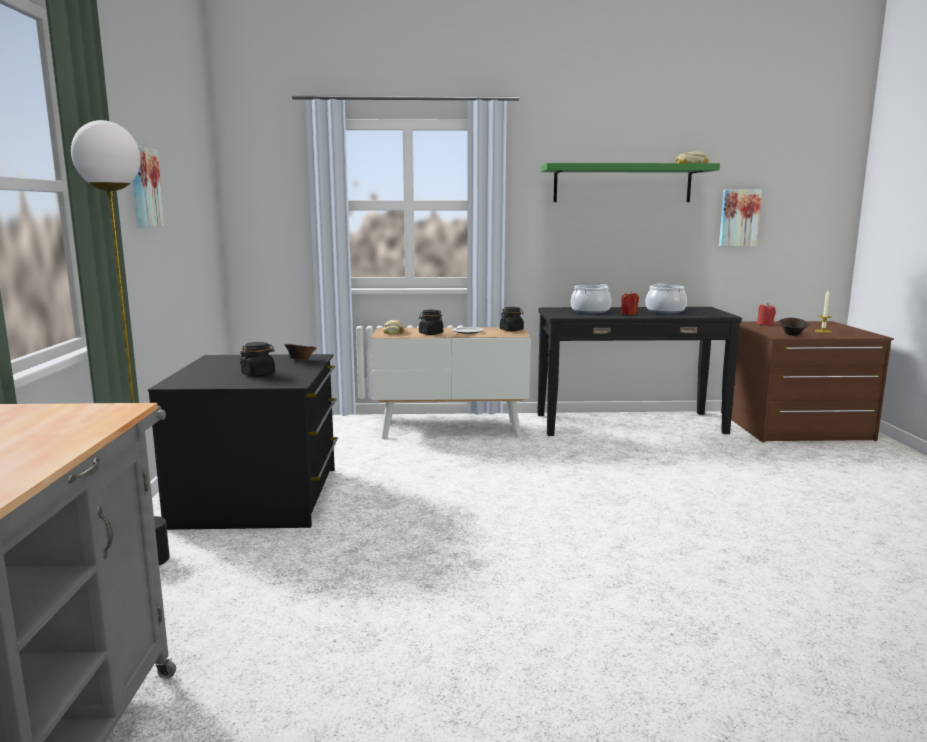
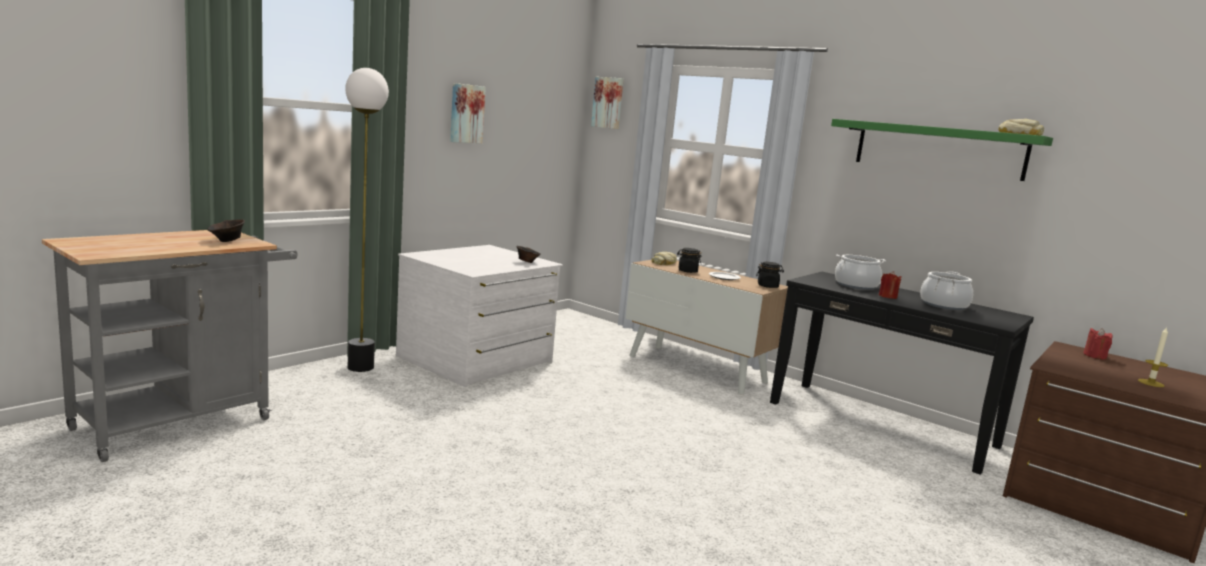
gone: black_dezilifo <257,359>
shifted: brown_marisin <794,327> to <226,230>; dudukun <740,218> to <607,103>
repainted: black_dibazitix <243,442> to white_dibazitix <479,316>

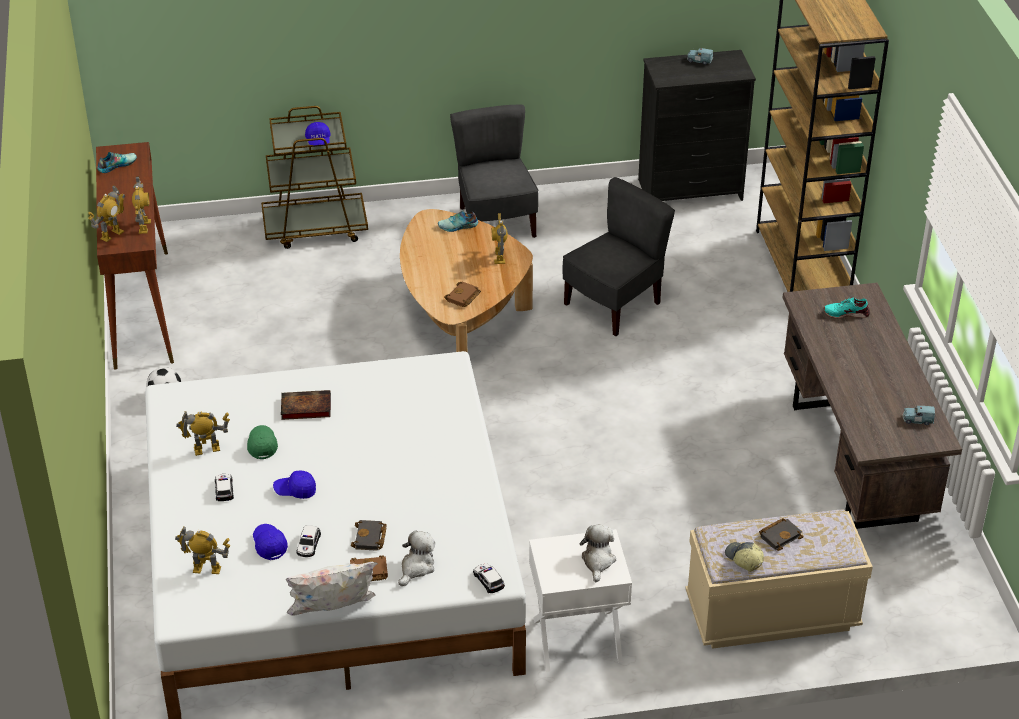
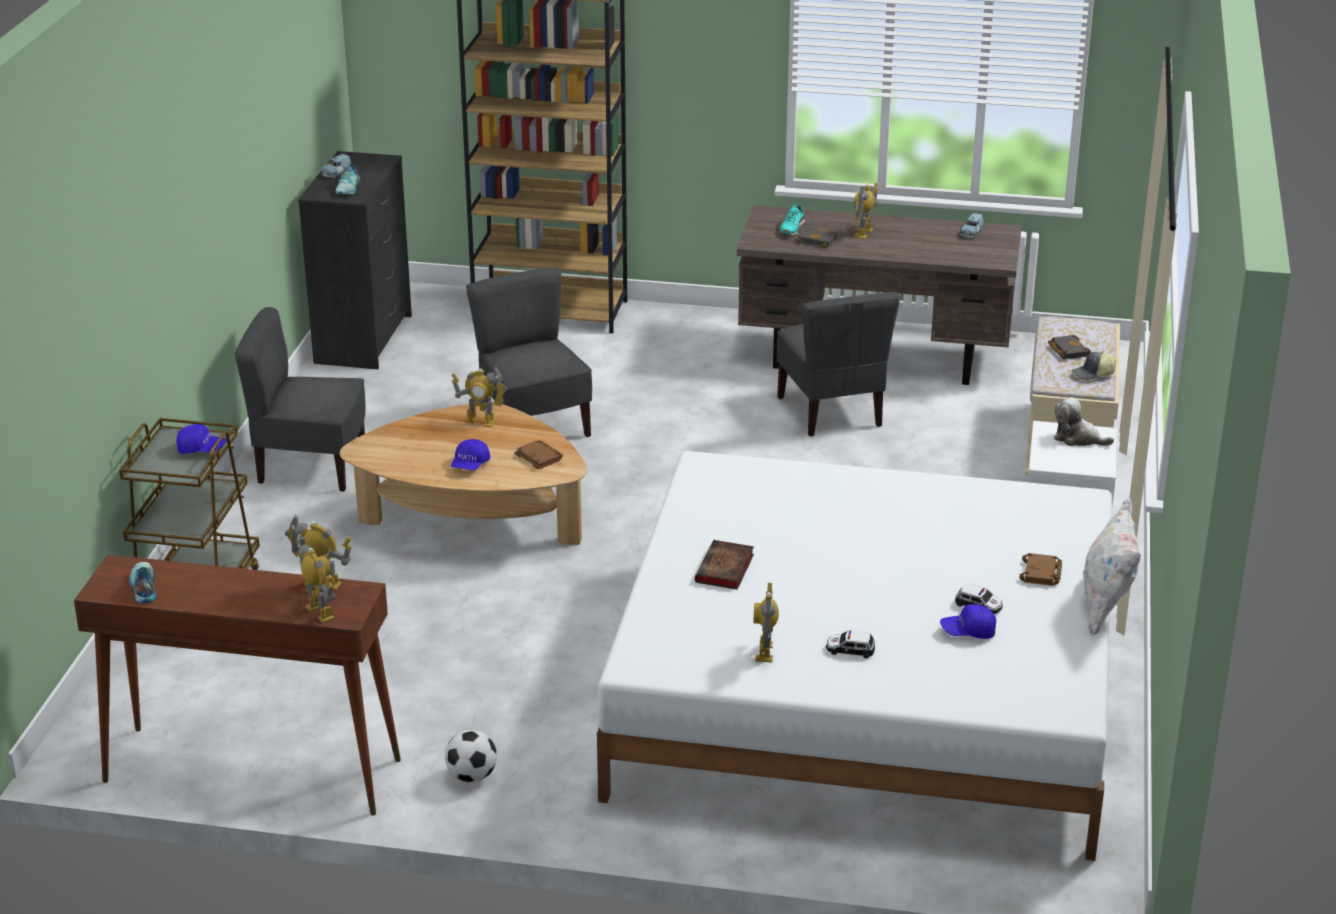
gone: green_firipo <262,442>; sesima <416,558>; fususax <489,578>
new: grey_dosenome <838,364>
shifted: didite <458,221> to <347,179>; blue_firipo <294,484> to <470,454>; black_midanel <369,535> to <817,237>; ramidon <203,550> to <866,211>

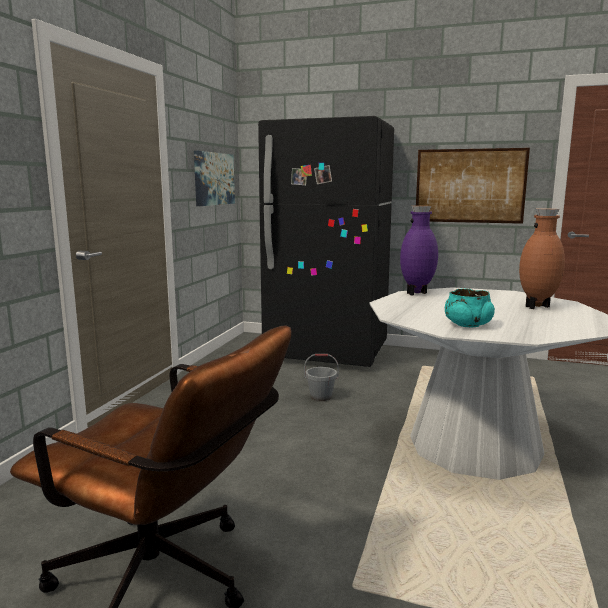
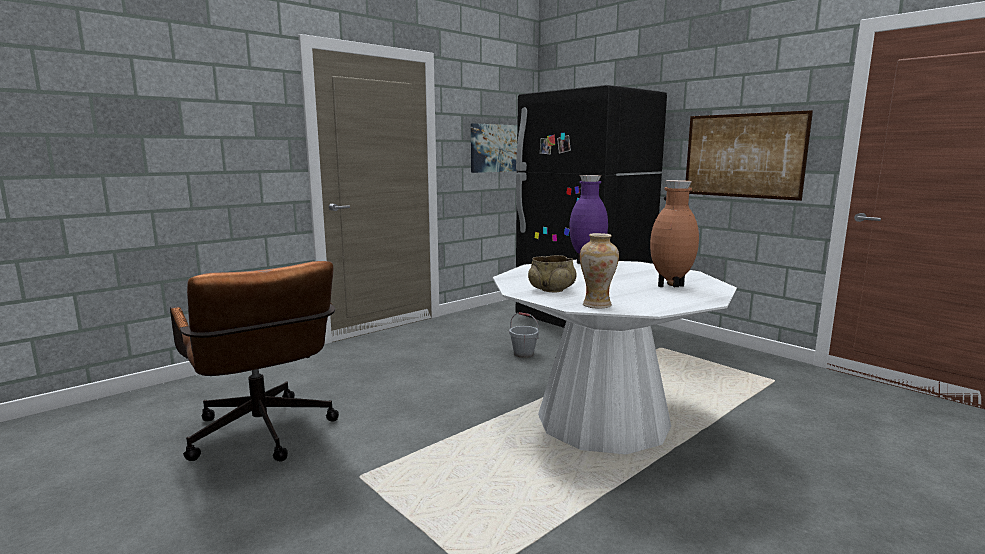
new: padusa <599,271>
repainted: turquoise_marisin <470,307> to beige_marisin <552,273>

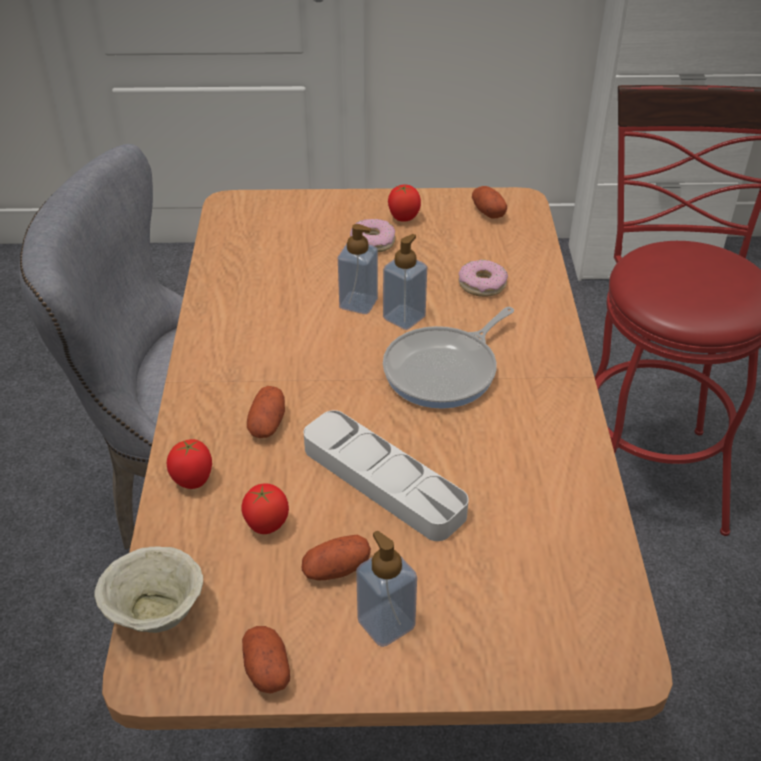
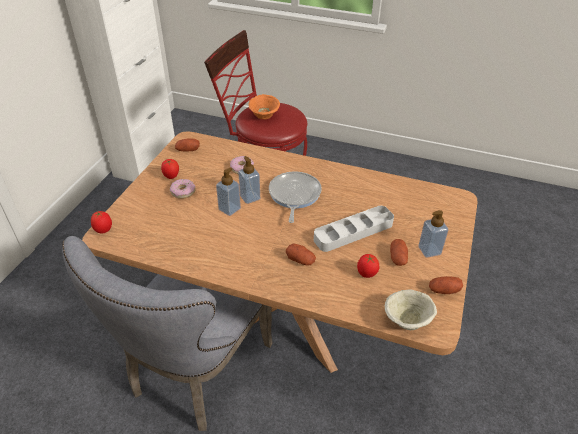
new: orange_marisin <264,107>
shifted: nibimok <189,464> to <101,222>
rotated: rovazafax <448,358> = <295,197> 150 degrees counterclockwise

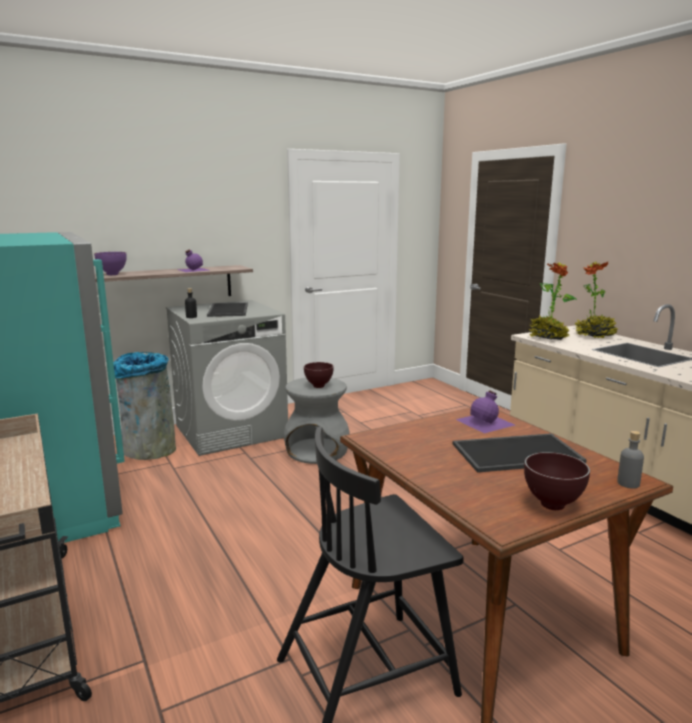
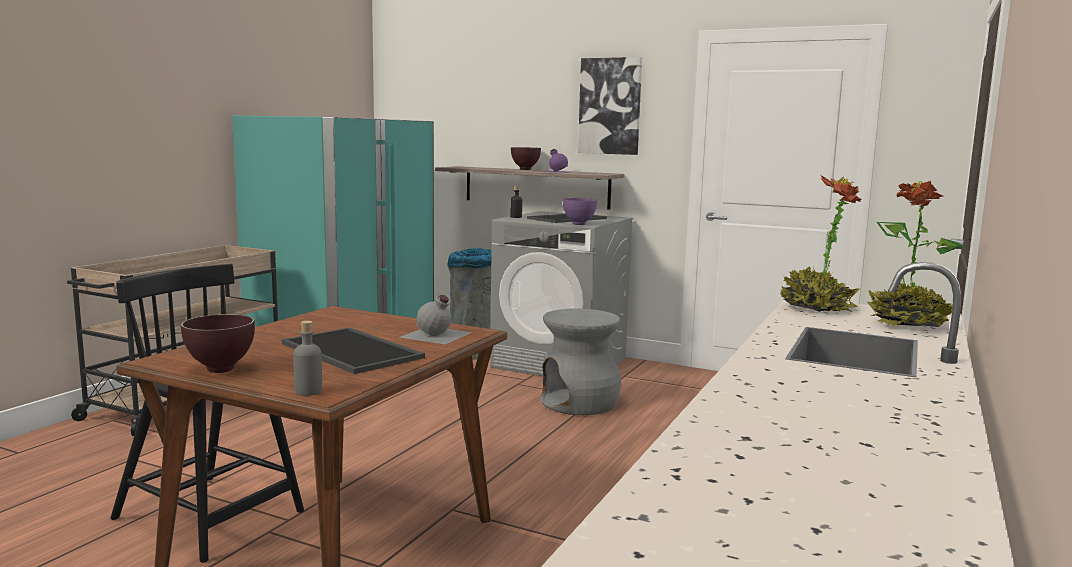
new: dudukun <610,106>
shifted: brown_marisin <319,375> to <526,158>; purple_marisin <110,263> to <580,211>
repainted: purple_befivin <485,411> to grey_befivin <436,319>

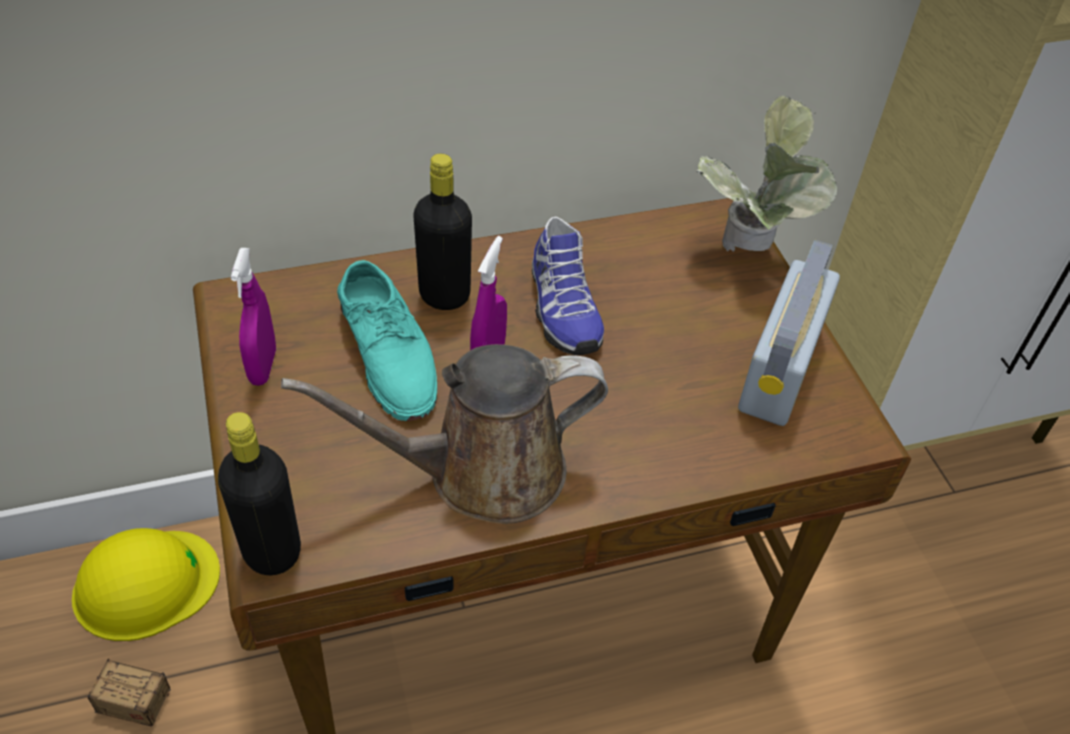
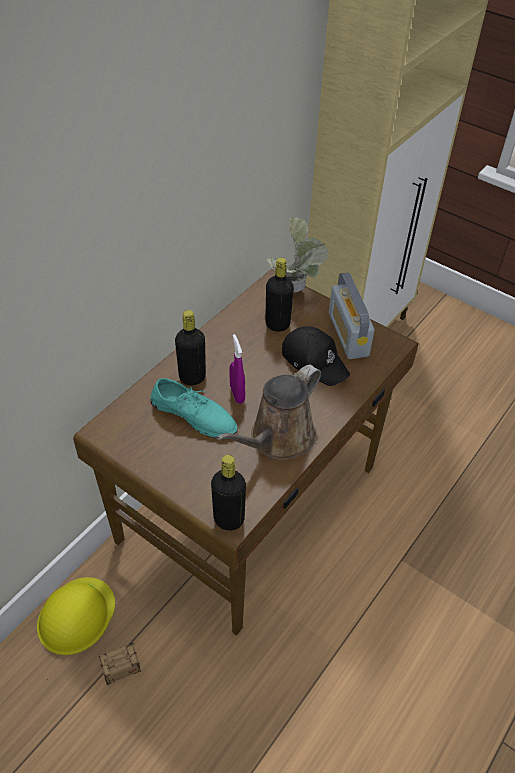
gone: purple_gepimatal <253,317>; didite <568,286>
new: black_befivin <279,295>; black_firipo <316,356>

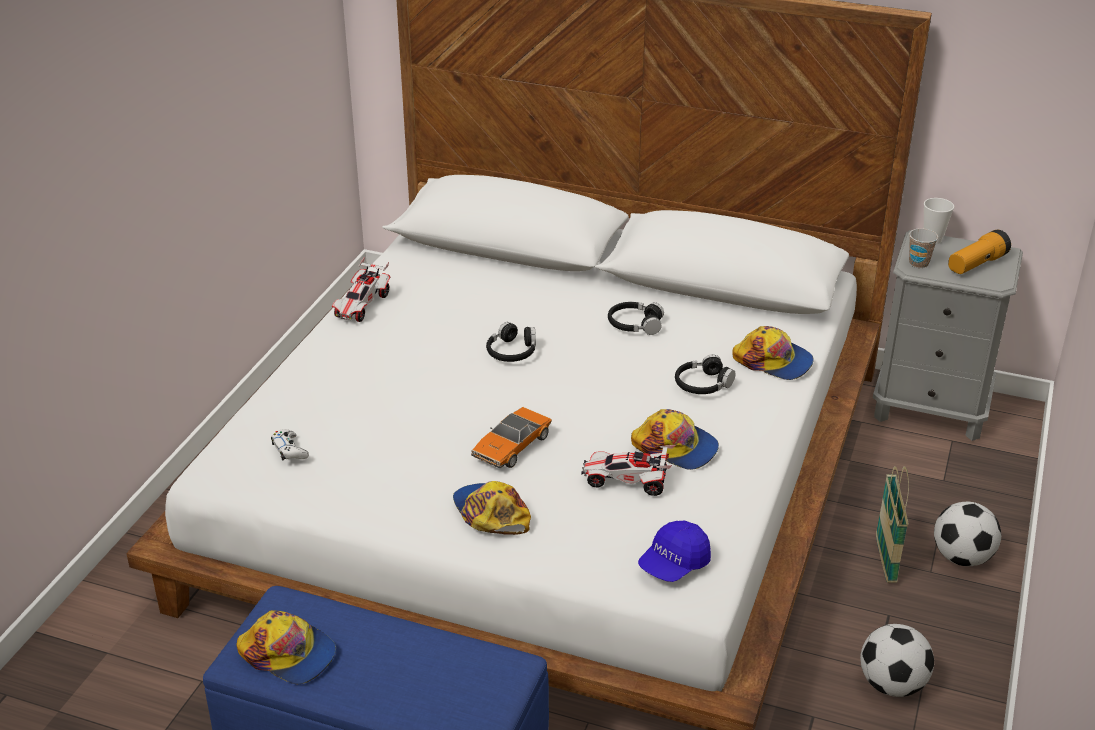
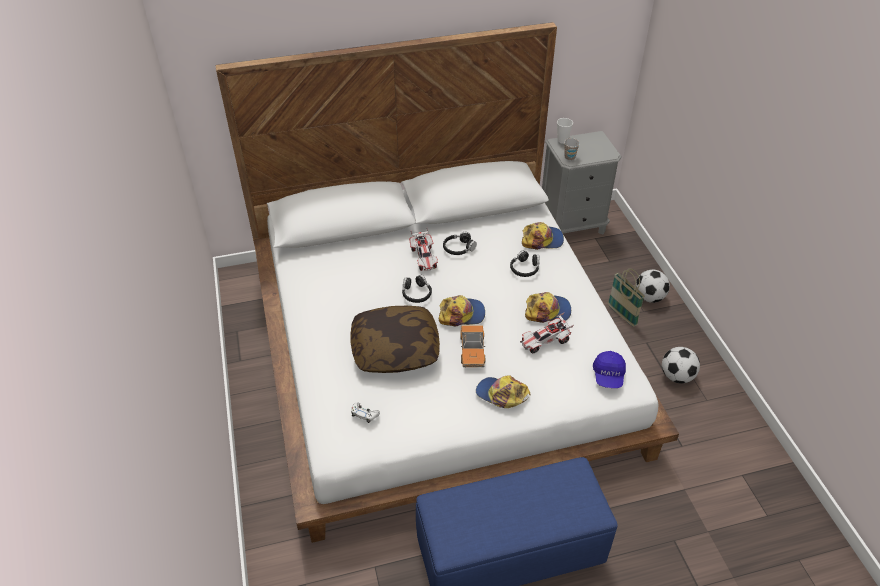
gone: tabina <979,252>
new: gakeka <395,339>
shifted: fususax <361,289> to <423,250>; firipo <286,647> to <461,310>

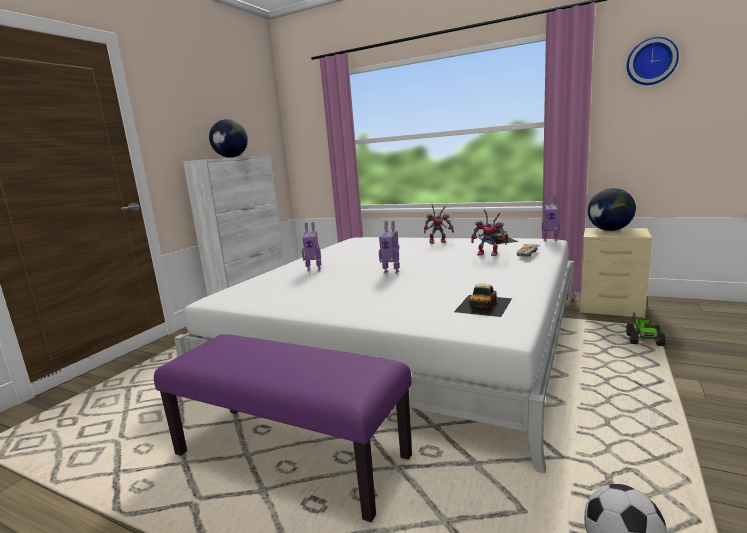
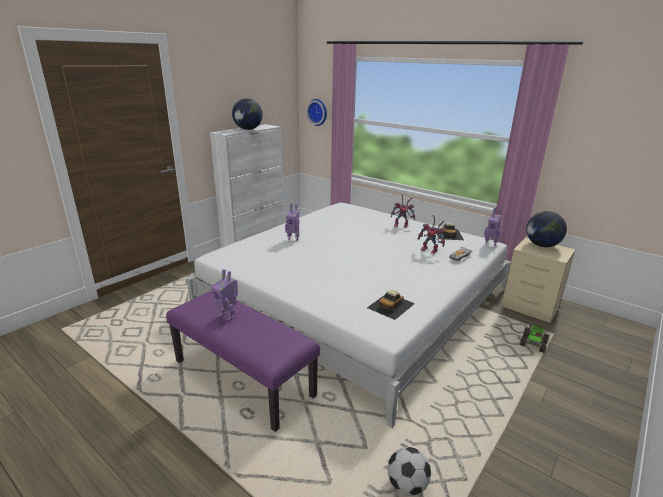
shifted: ramidon <389,247> to <224,294>; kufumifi <653,61> to <316,112>

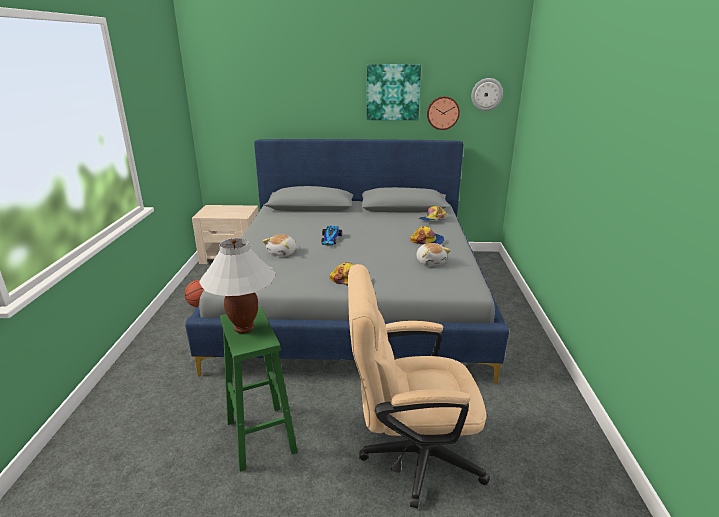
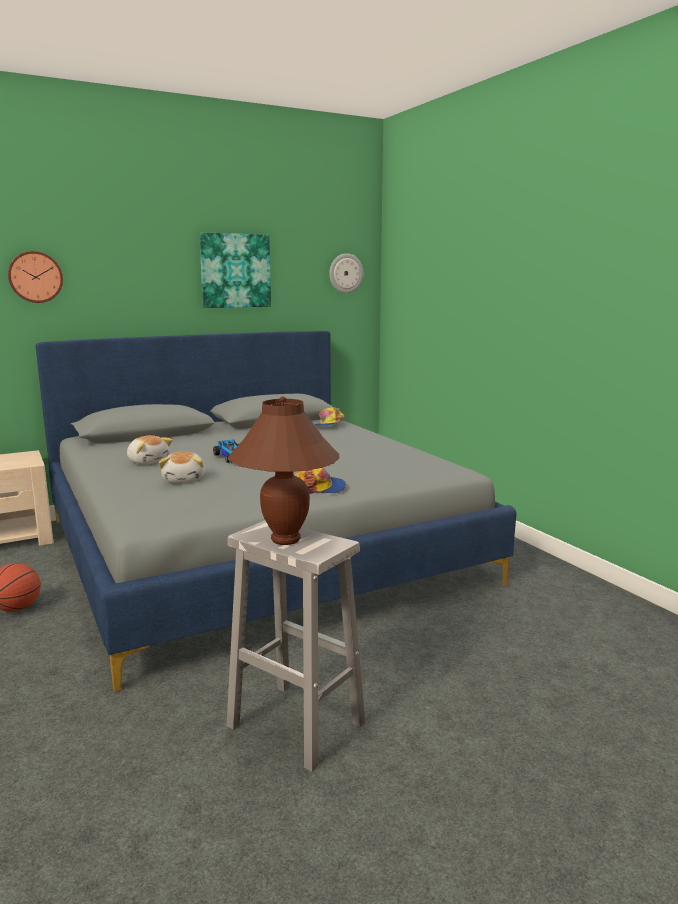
gone: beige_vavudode <419,386>; firipo <427,235>
shifted: kufumifi <443,113> to <35,277>; sesima <433,254> to <150,449>
repainted: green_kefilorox <259,389> to white_kefilorox <295,646>; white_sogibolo <237,286> to brown_sogibolo <283,470>

